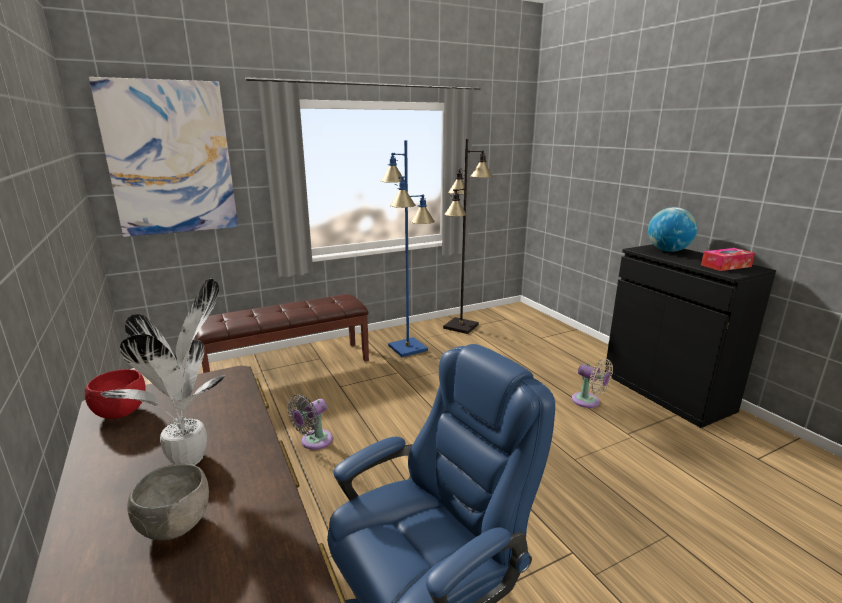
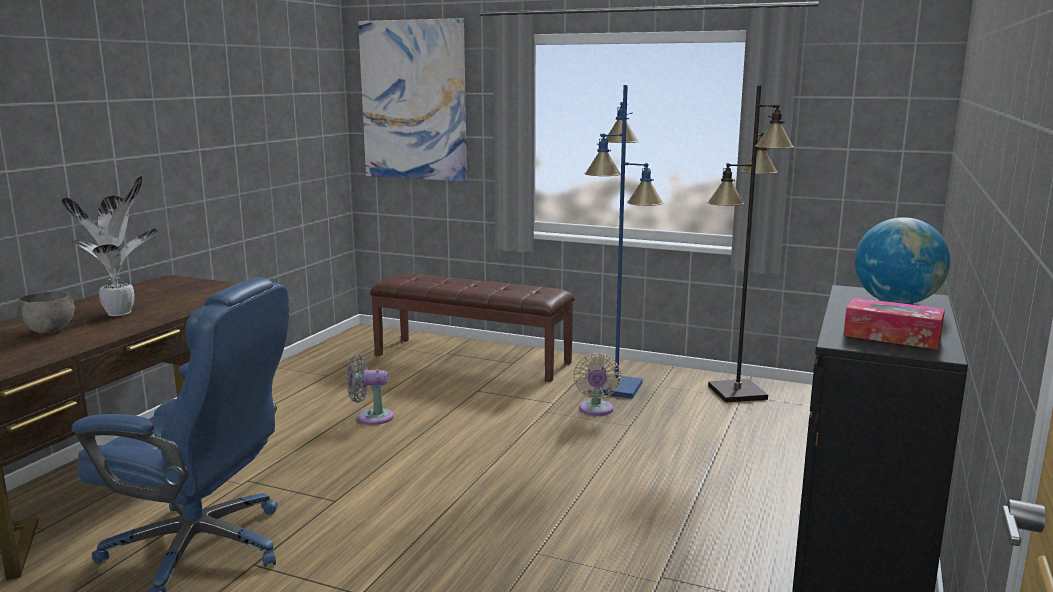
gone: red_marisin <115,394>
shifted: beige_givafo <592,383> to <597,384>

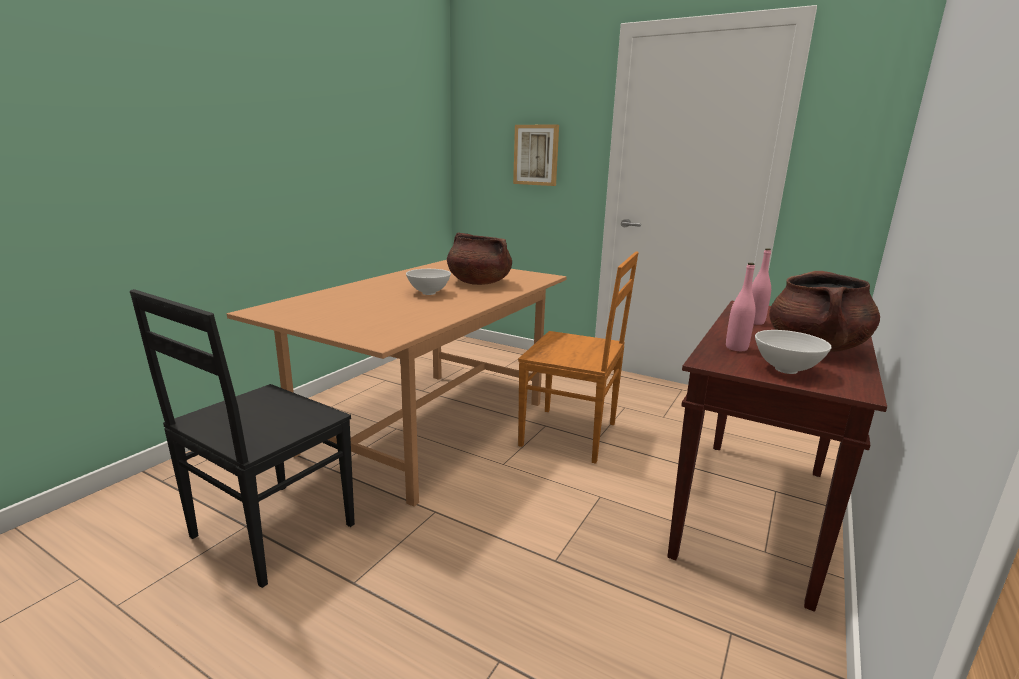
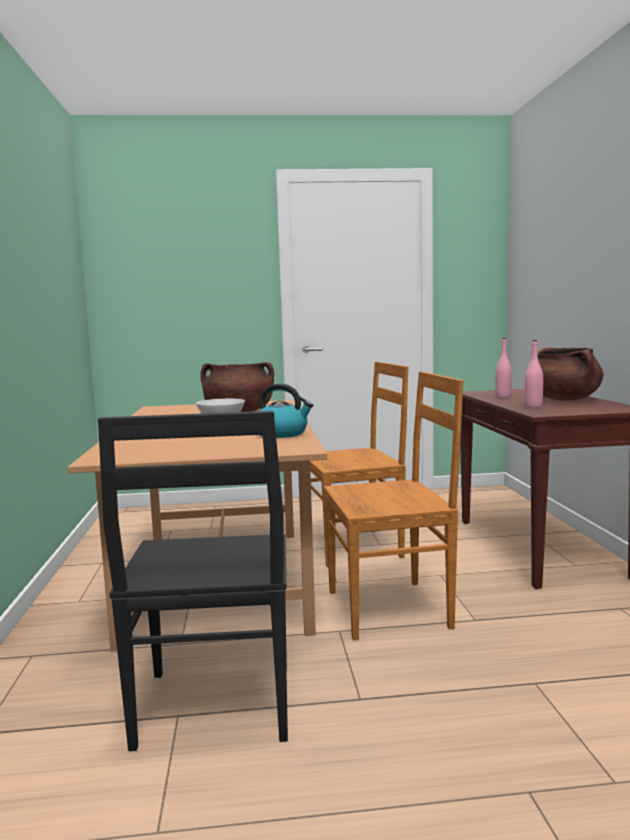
gone: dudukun <536,155>; white_marisin <793,352>
new: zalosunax <286,410>; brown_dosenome <393,506>

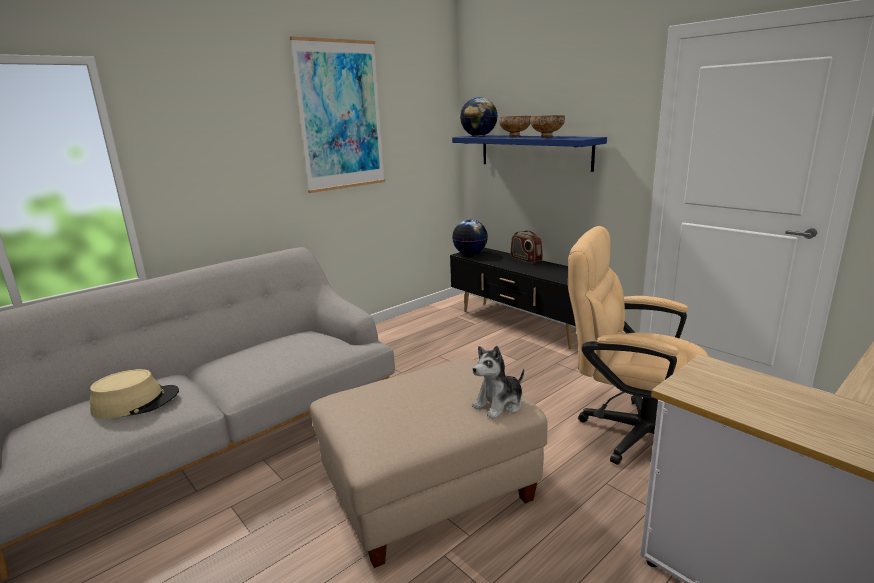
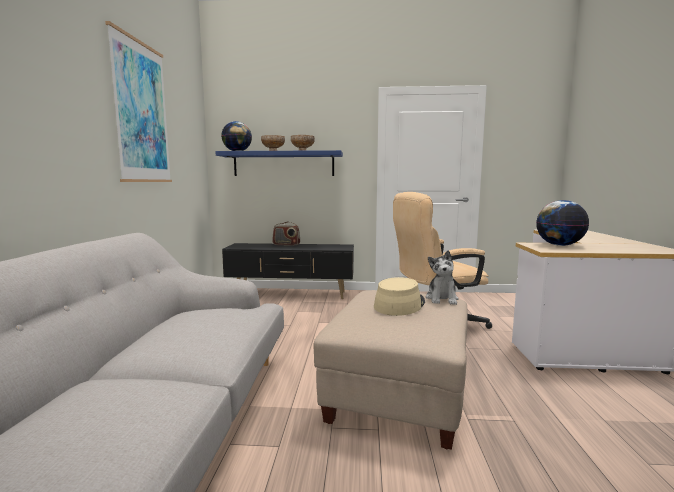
shifted: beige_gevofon <134,394> to <399,296>; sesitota <470,237> to <562,223>

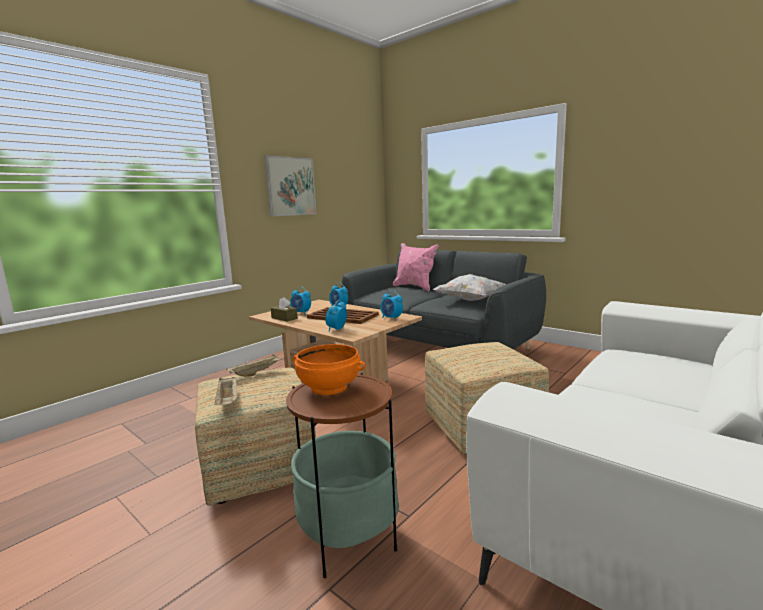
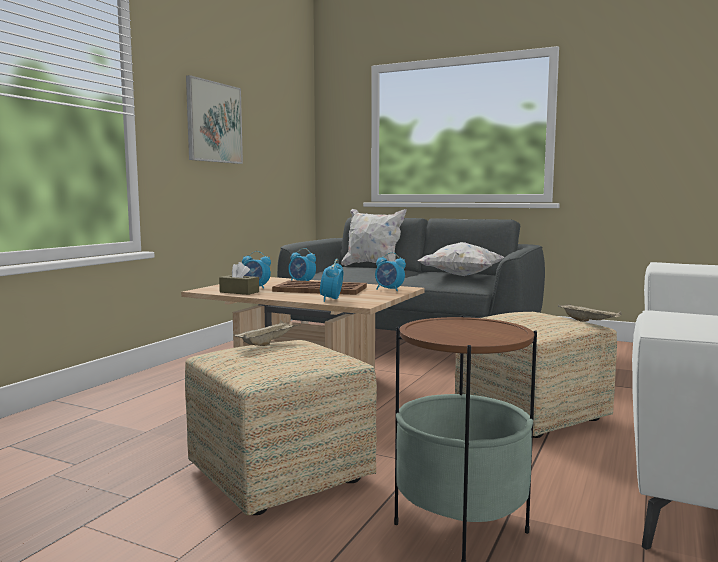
gone: orange_marisin <329,369>
shifted: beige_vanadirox <226,391> to <590,313>
repainted: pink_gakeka <416,267> to white_gakeka <374,237>

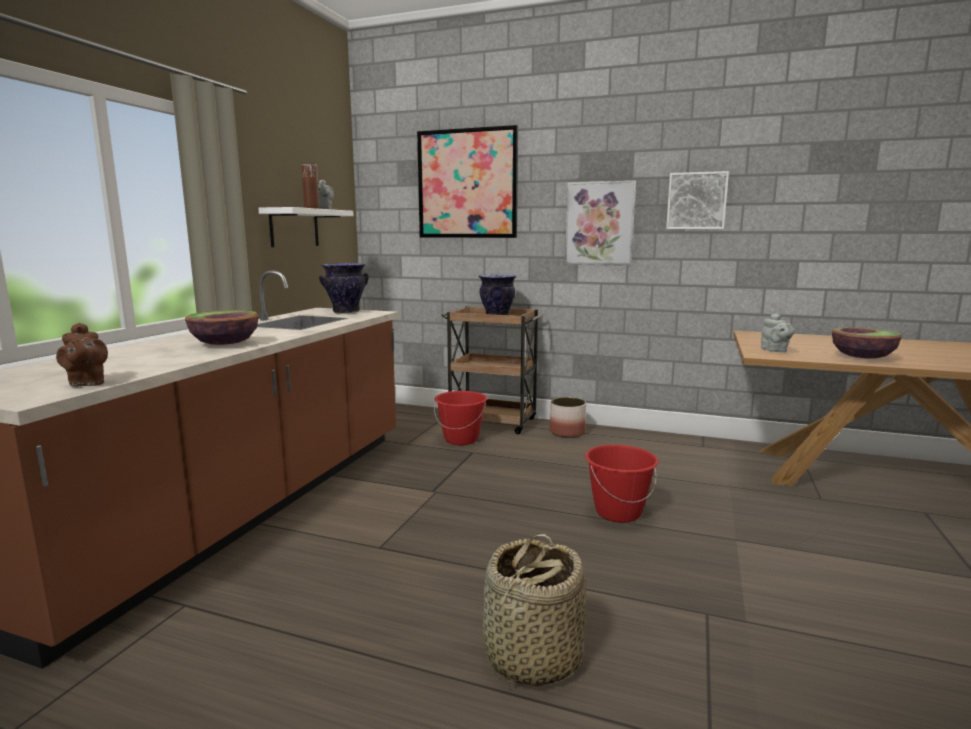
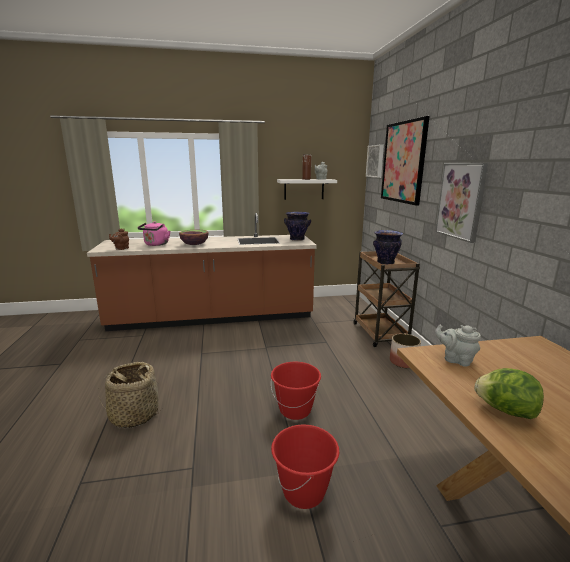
new: pink_zalosunax <154,234>
shifted: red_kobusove <460,418> to <305,466>; dudukun <697,200> to <375,161>
swapped: marisin <867,343> to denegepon <509,393>
rotated: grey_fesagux <778,332> = <458,346> 75 degrees clockwise

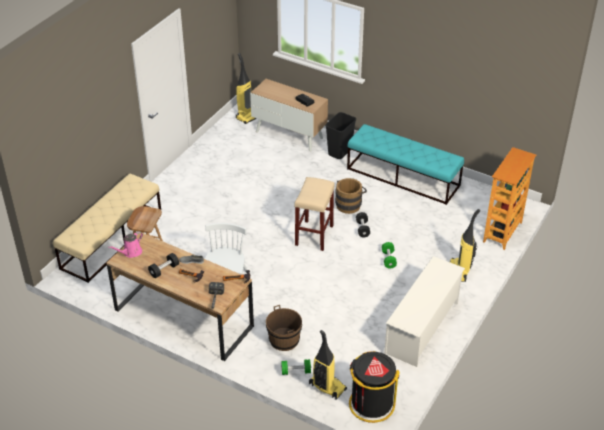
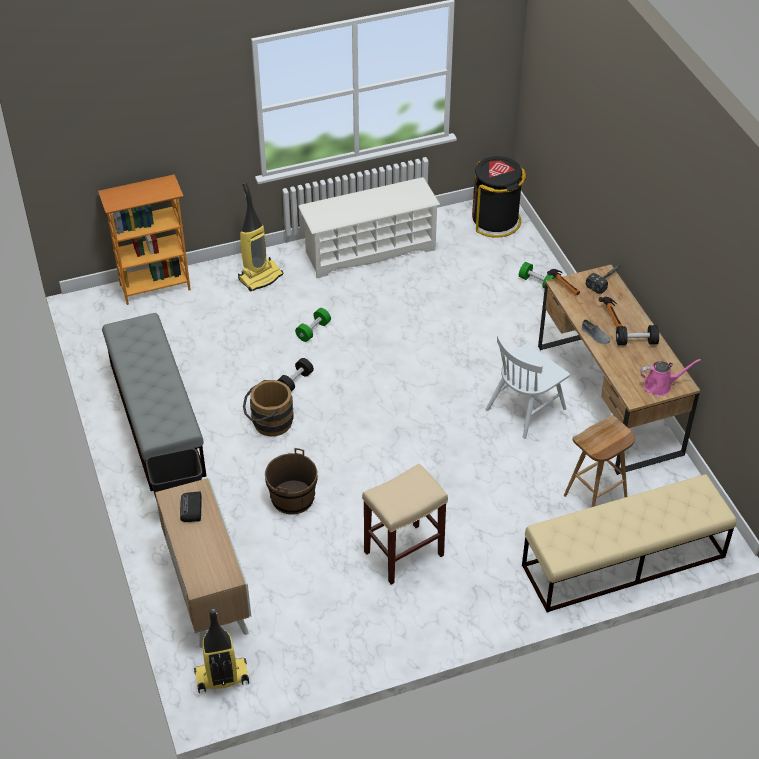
gone: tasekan <328,365>
shifted: brown_kobusove <284,328> to <291,481>; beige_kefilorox <314,214> to <405,524>
repainted: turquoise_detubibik <405,164> to grey_detubibik <154,402>

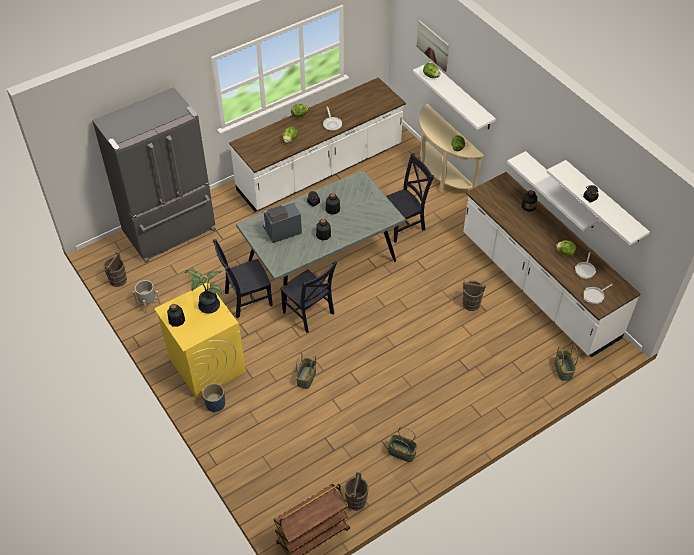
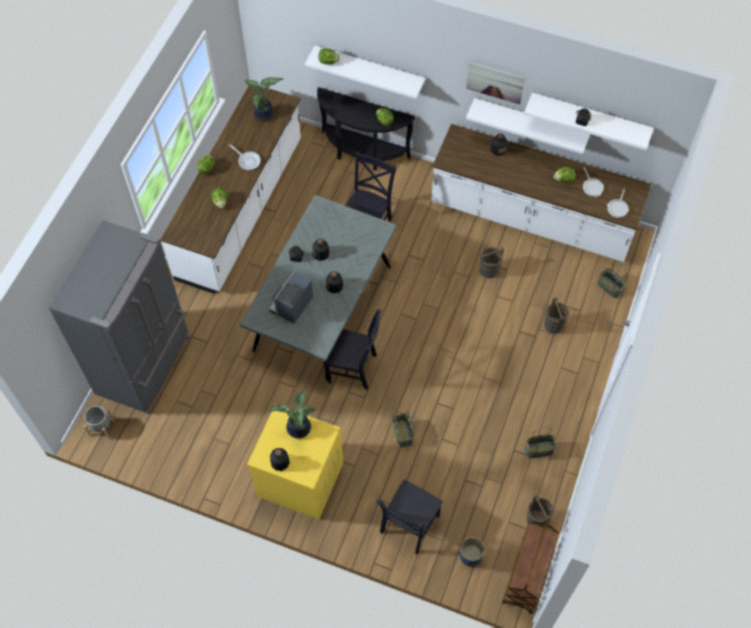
new: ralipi <264,99>
shifted: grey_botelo <147,296> to <99,422>; black_dosenome <243,278> to <409,517>; blue_botelo <213,397> to <472,552>; dudukun <433,46> to <495,83>; brown_kobusove <115,269> to <556,315>
repainted: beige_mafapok <451,148> to black_mafapok <366,128>

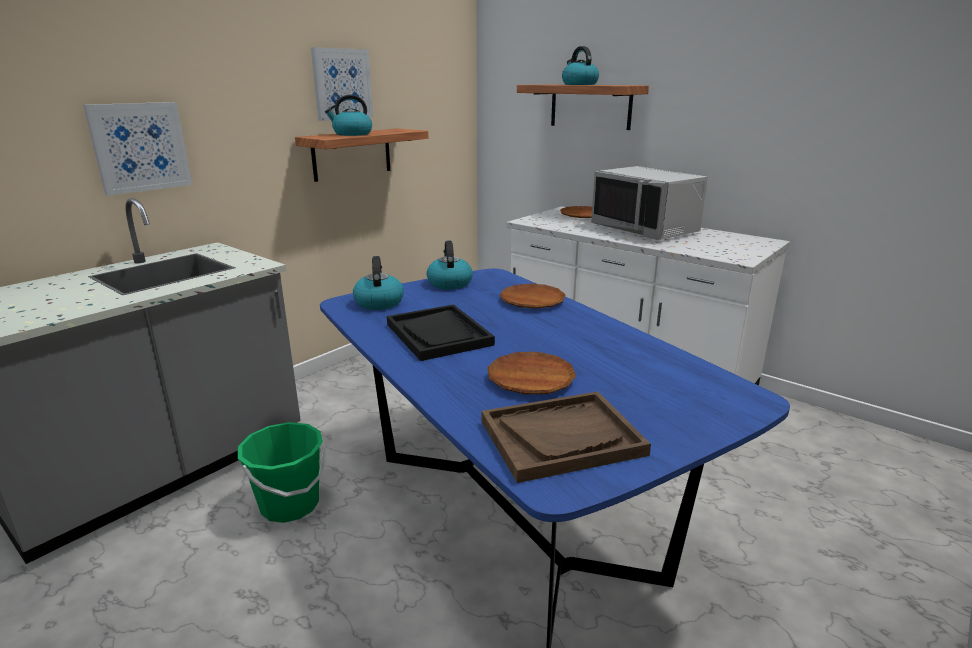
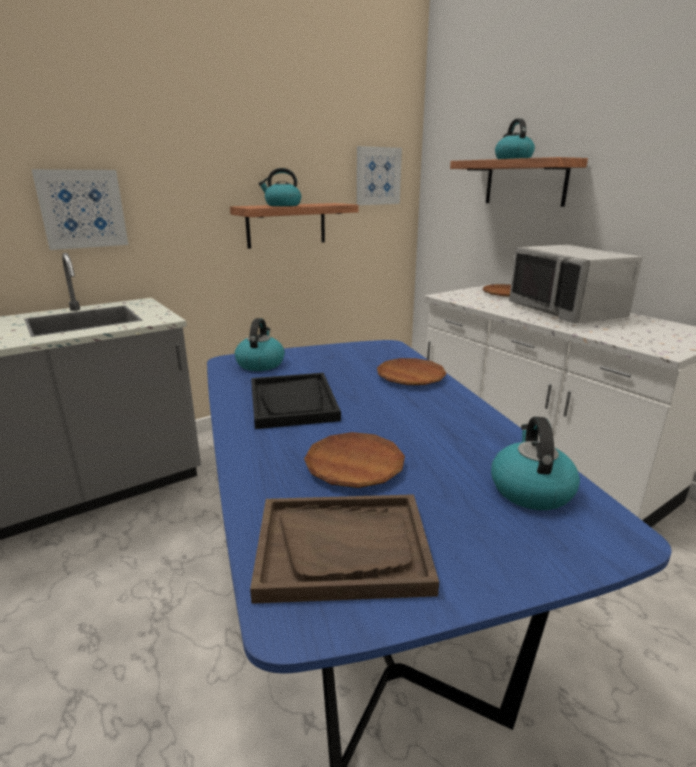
gone: green_kobusove <282,472>
shifted: dudukun <342,84> to <379,175>; zalosunax <450,265> to <535,463>

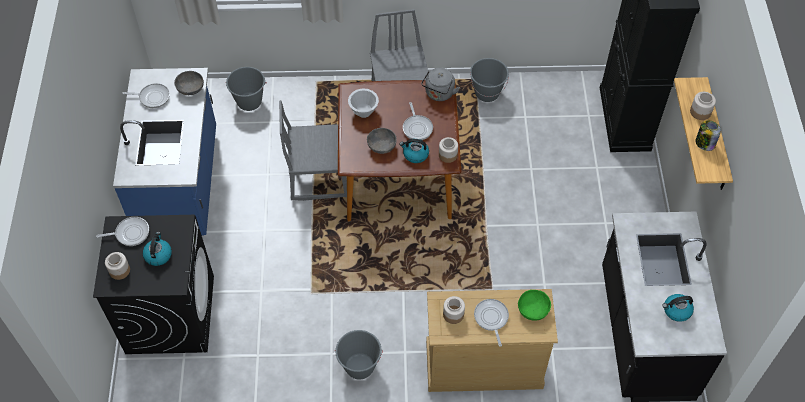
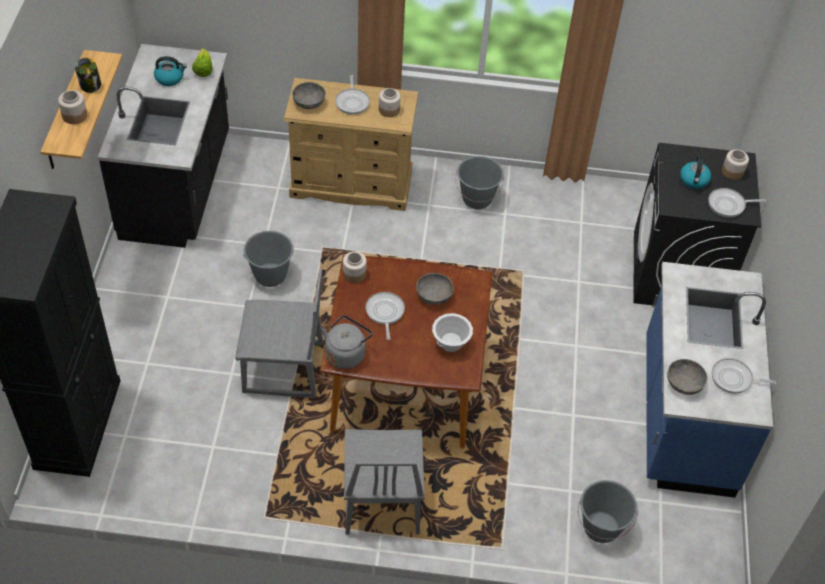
gone: zalosunax <414,151>
new: denegepon <202,62>
shifted: grey_dosenome <313,150> to <279,333>; grey_kobusove <489,80> to <268,259>
repainted: green_marisin <534,305> to grey_marisin <309,95>

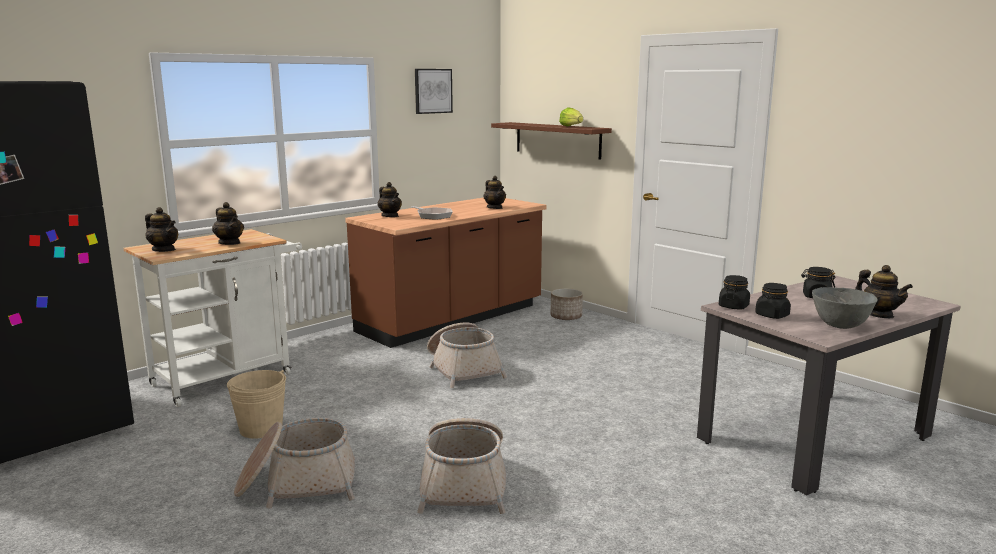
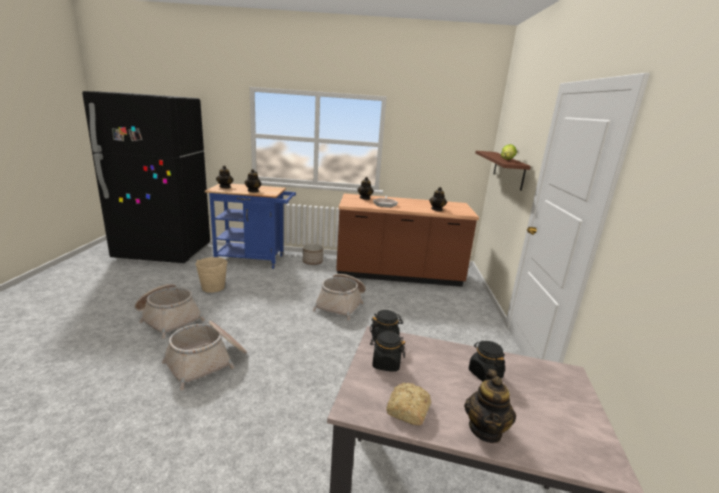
gone: dudukun <434,91>
shifted: botelo <567,304> to <313,254>
swapped: grey_marisin <845,308> to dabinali <408,404>
repainted: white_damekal <213,318> to blue_damekal <250,226>

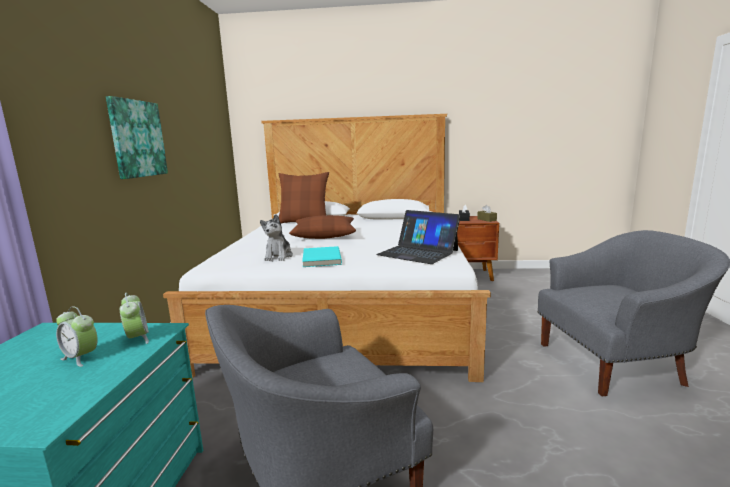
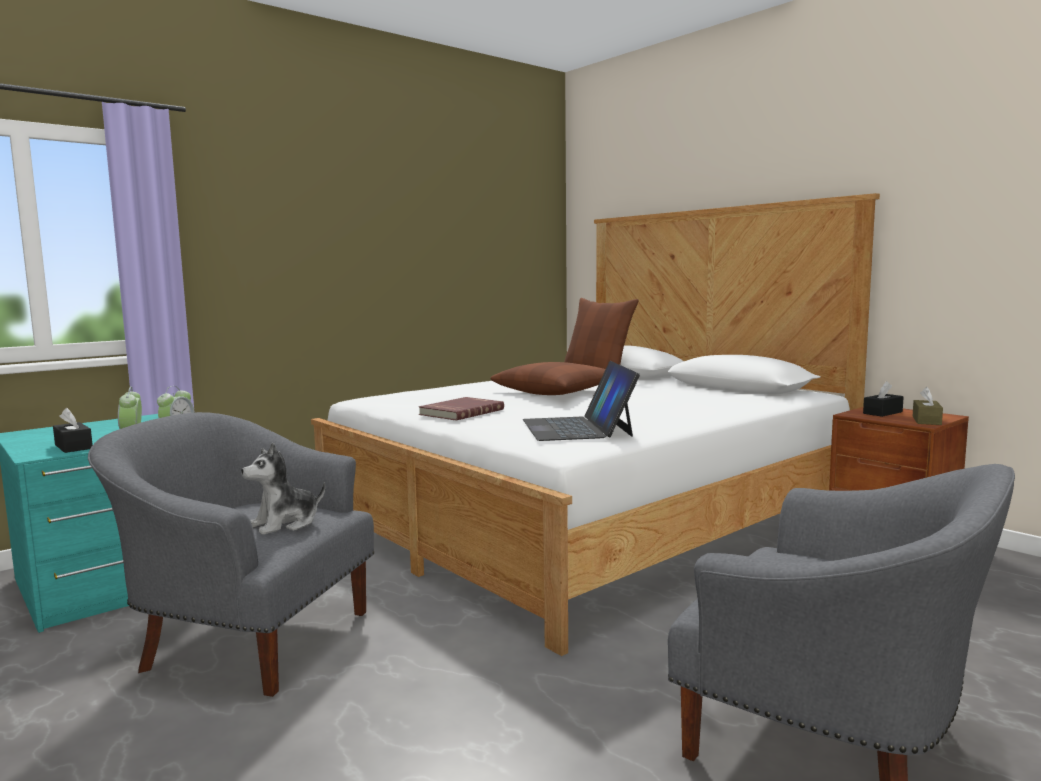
gone: dudukun <137,137>
new: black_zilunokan <73,430>
shifted: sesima <276,237> to <283,488>
repainted: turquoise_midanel <322,256> to red_midanel <461,409>

